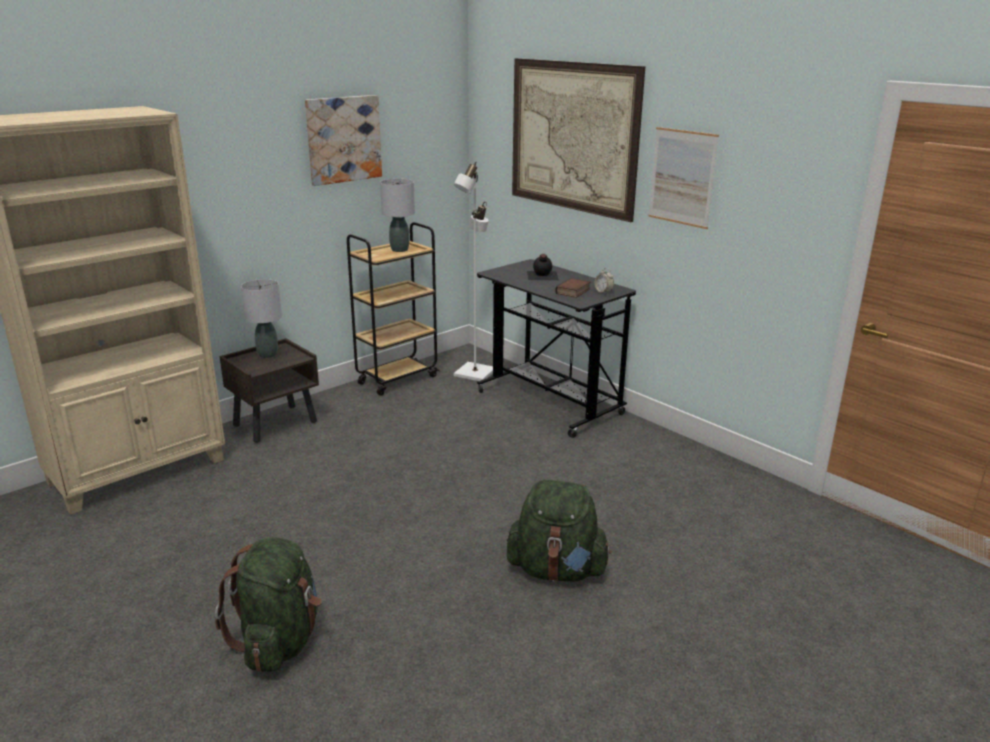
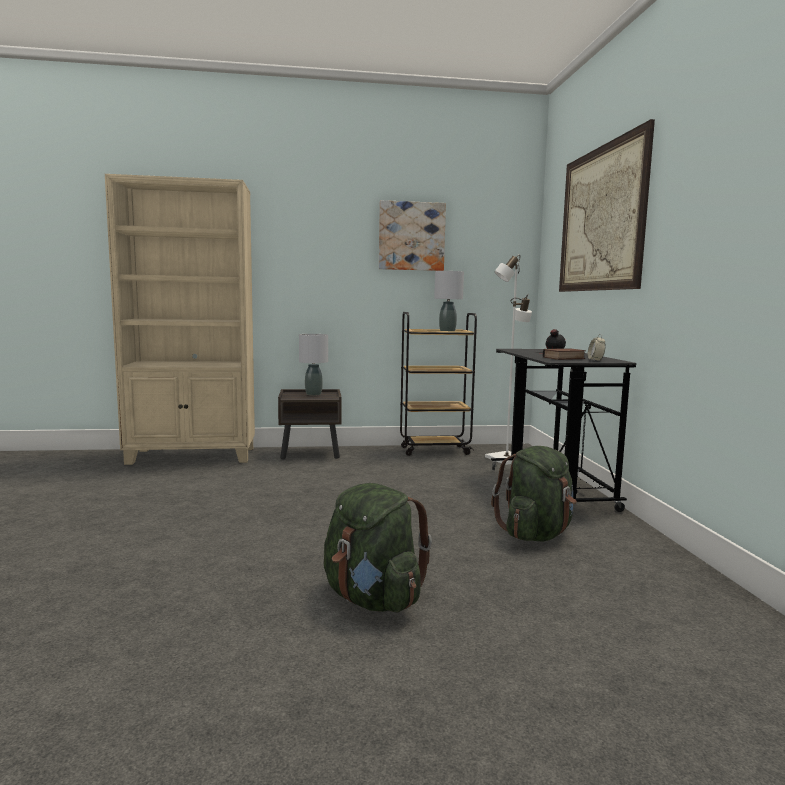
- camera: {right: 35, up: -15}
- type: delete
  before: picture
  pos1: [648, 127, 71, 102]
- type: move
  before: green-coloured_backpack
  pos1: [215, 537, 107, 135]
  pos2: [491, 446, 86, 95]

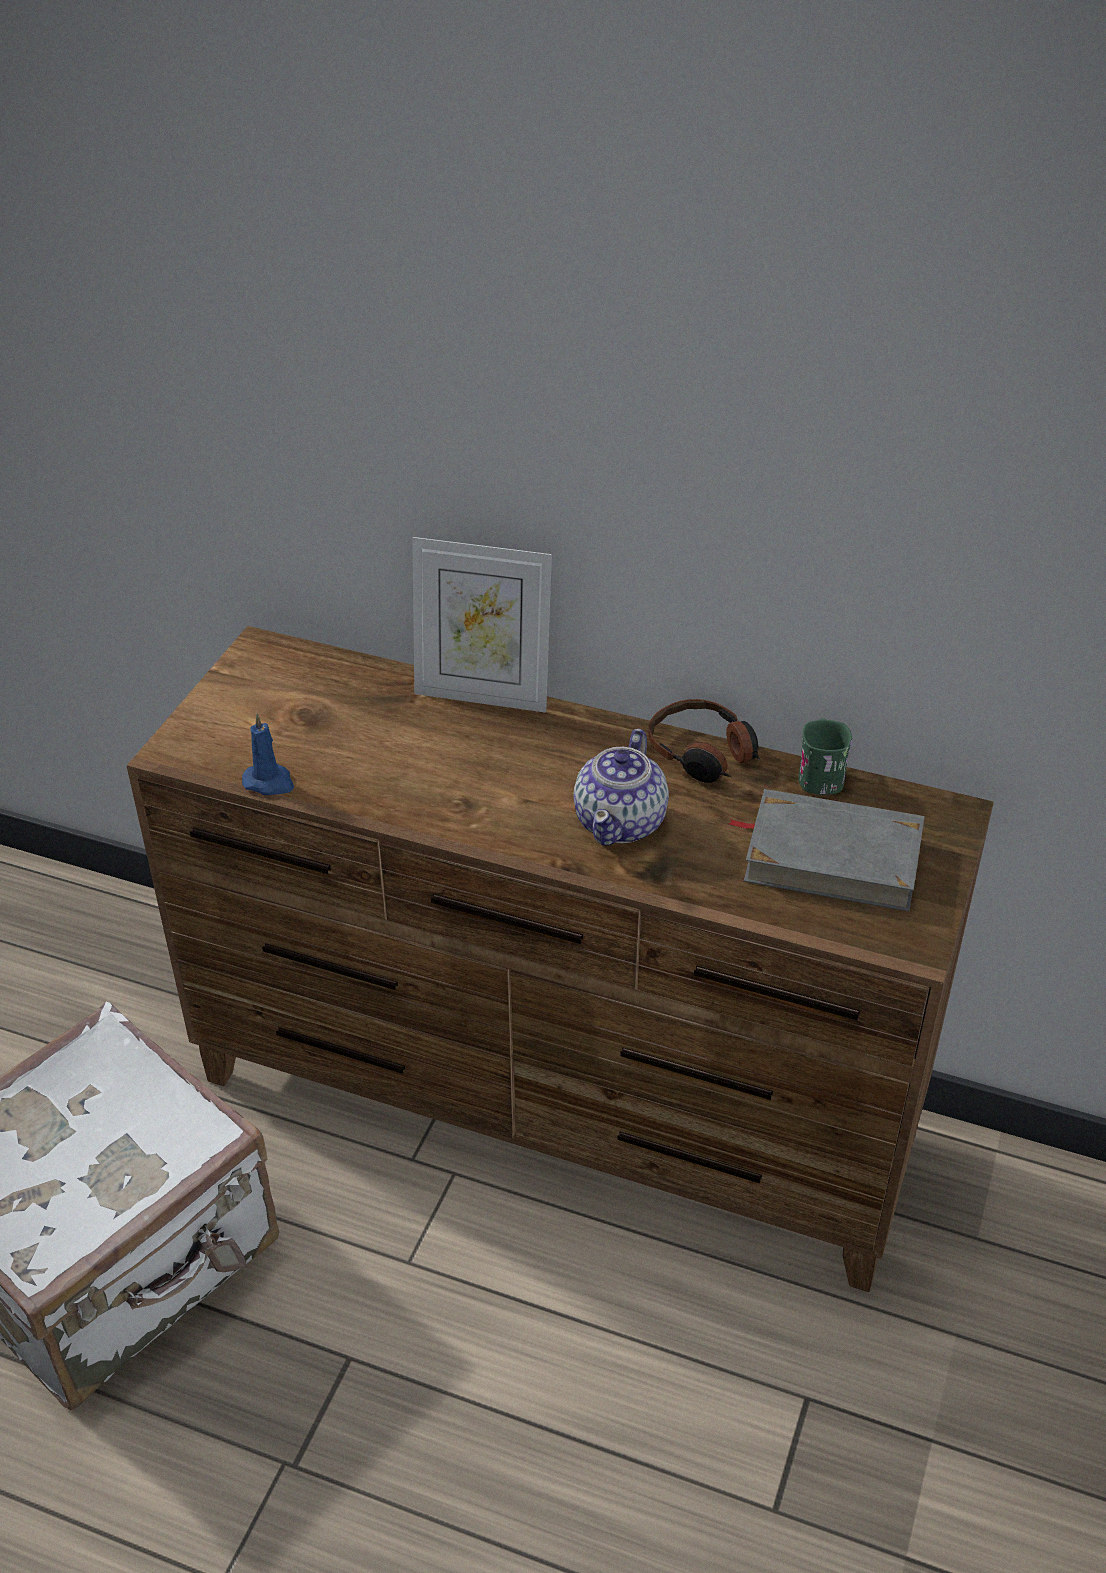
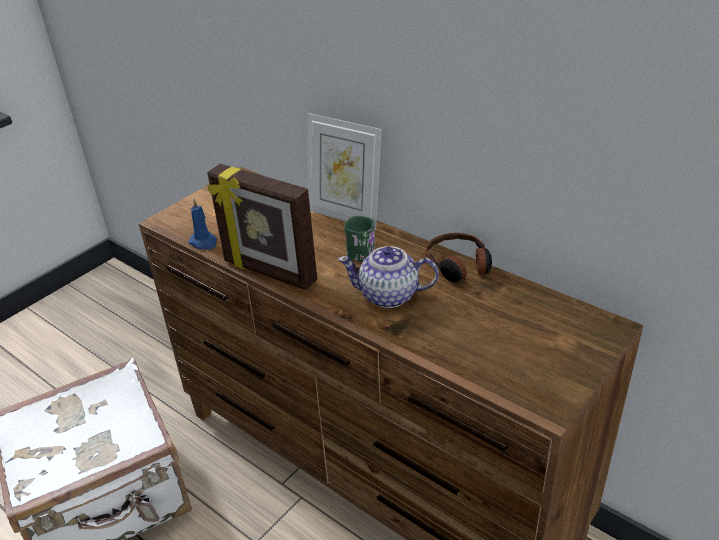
- camera: {right: 20, up: -5}
- type: move
  before: green-coloured_mug
  pos1: [798, 718, 54, 77]
  pos2: [344, 216, 31, 45]
- type: rotate
  before: pot_for_tea
  pos1: [574, 728, 95, 118]
  pos2: [338, 246, 101, 62]
  turn: 60
- type: delete
  before: grey_bound_book
  pos1: [728, 789, 197, 122]
- type: insert
  after: picture_frame
  pos2: [207, 164, 110, 126]

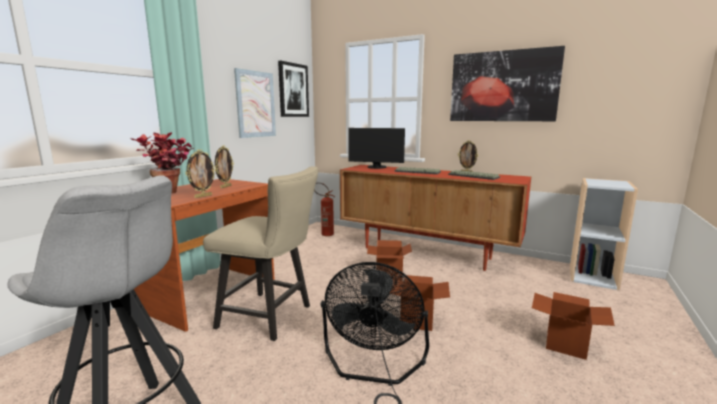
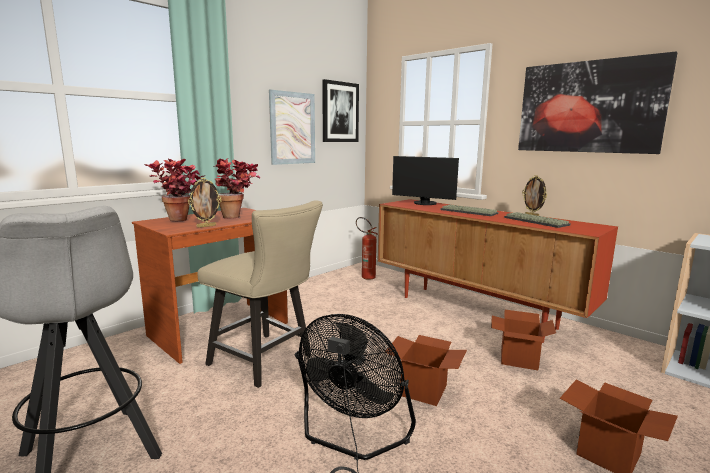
- camera: {right: 15, up: 0}
- type: replace
  before: picture_frame
  after: potted_plant
  pos1: [215, 146, 19, 42]
  pos2: [215, 158, 46, 61]
- type: move
  before: packing_box
  pos1: [367, 240, 45, 41]
  pos2: [491, 310, 65, 60]

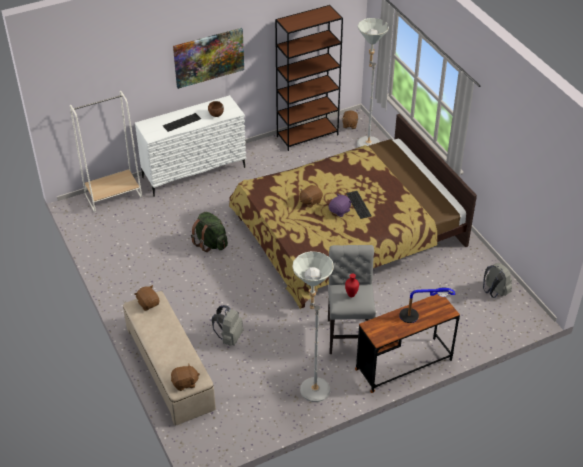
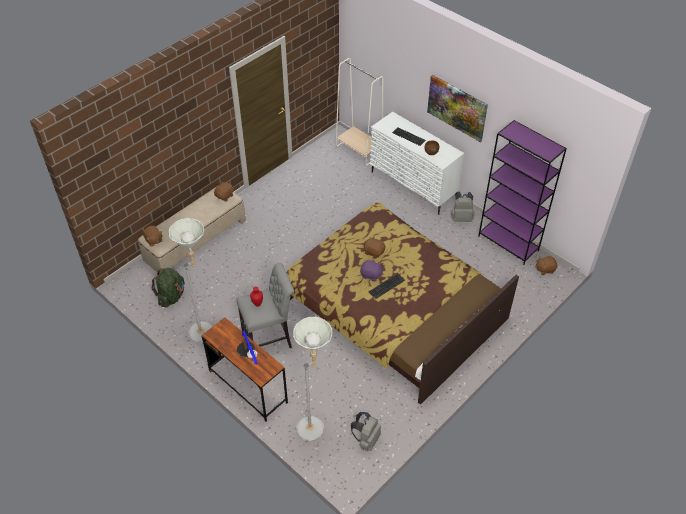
- camera: {right: 70, up: 5}
- type: recolor
  before: brown-coloured_shelving_unit
  after: purple-coloured_shelving_unit
  pos1: [275, 5, 68, 146]
  pos2: [478, 120, 89, 145]
- type: move
  before: grey_floor_lamp
  pos1: [357, 18, 32, 129]
  pos2: [293, 317, 40, 124]
- type: move
  before: green-coloured_backpack
  pos1: [191, 212, 37, 40]
  pos2: [151, 268, 34, 40]
- type: move
  before: grey_backpack
  pos1: [212, 305, 32, 41]
  pos2: [451, 191, 24, 31]

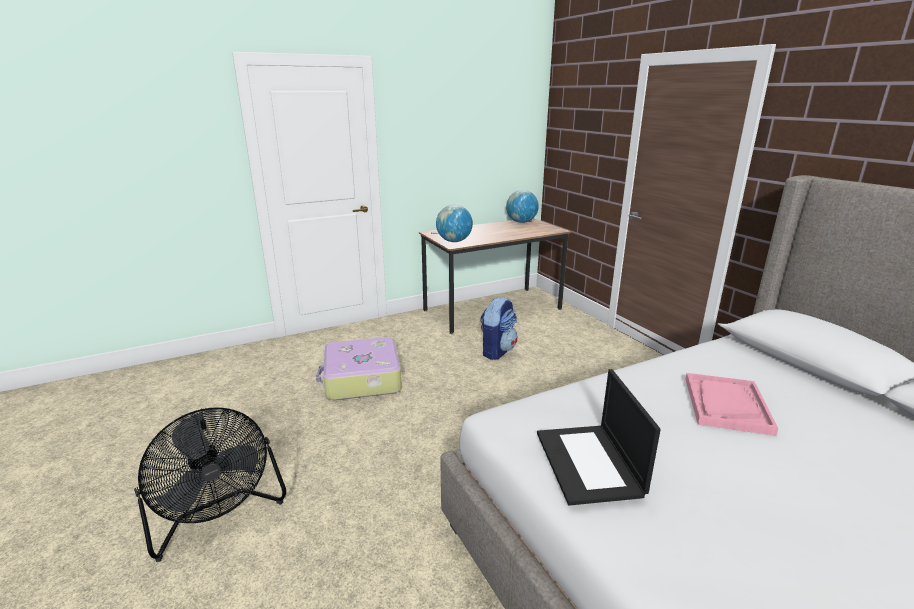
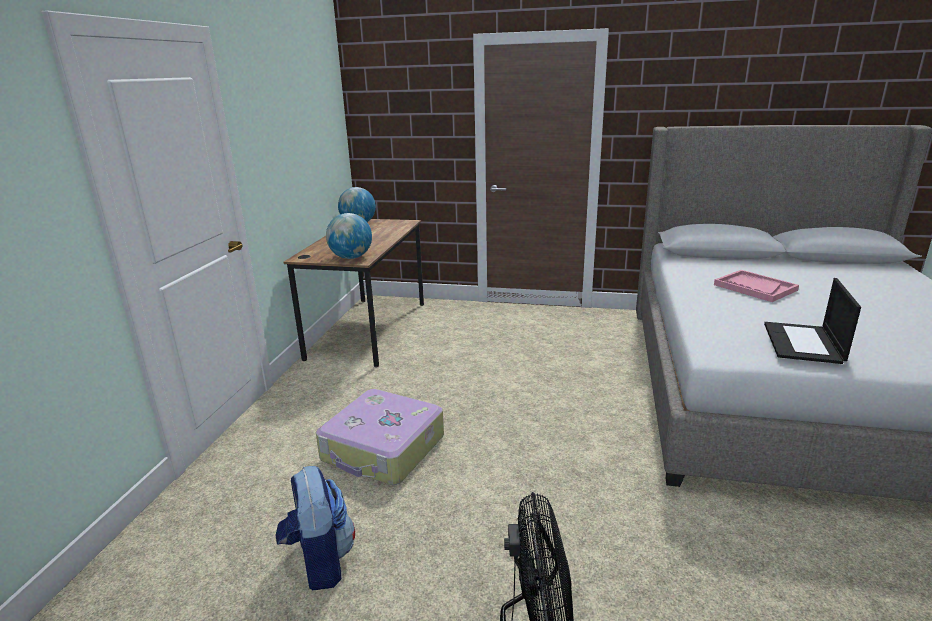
- camera: {right: -50, up: 0}
- type: move
  before: backpack
  pos1: [480, 297, 38, 63]
  pos2: [276, 466, 79, 124]
- type: rotate
  before: notebook_computer
  pos1: [537, 369, 124, 137]
  pos2: [764, 278, 97, 86]
  turn: 75

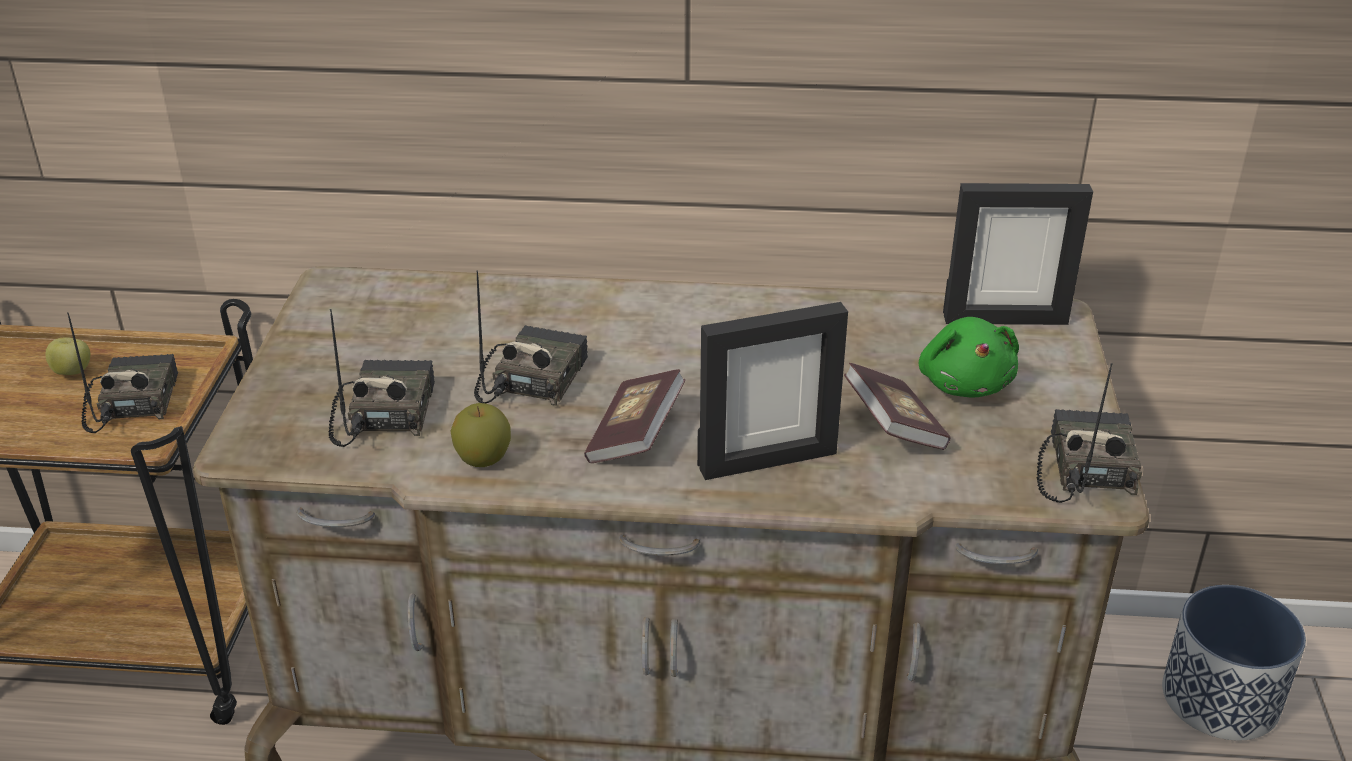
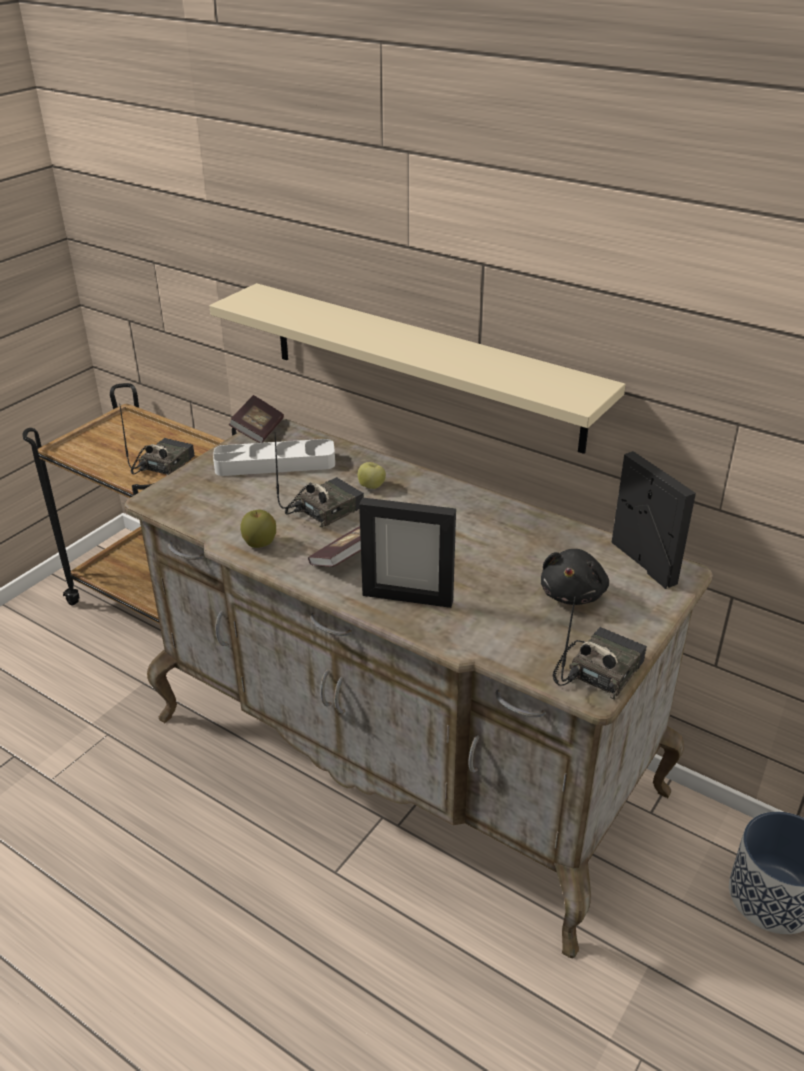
- camera: {right: 30, up: 0}
- type: rotate
  before: picture_frame
  pos1: [943, 183, 150, 142]
  pos2: [611, 451, 85, 138]
  turn: -150
- type: delete
  before: radio_receiver
  pos1: [328, 309, 107, 138]
- type: recolor
  before: green-coloured_cuddly_toy
  after: blackish_cuddly_toy
  pos1: [919, 317, 100, 81]
  pos2: [541, 549, 68, 56]
- type: move
  before: whole_apple
  pos1: [46, 337, 44, 38]
  pos2: [358, 462, 28, 27]
- type: move
  before: bound_book
  pos1: [844, 363, 106, 87]
  pos2: [229, 395, 55, 48]
- type: insert
  after: beige-coloured_wall_shelf
  pos2: [209, 283, 417, 171]
- type: insert
  after: white-coloured_tray
  pos2: [213, 439, 122, 37]

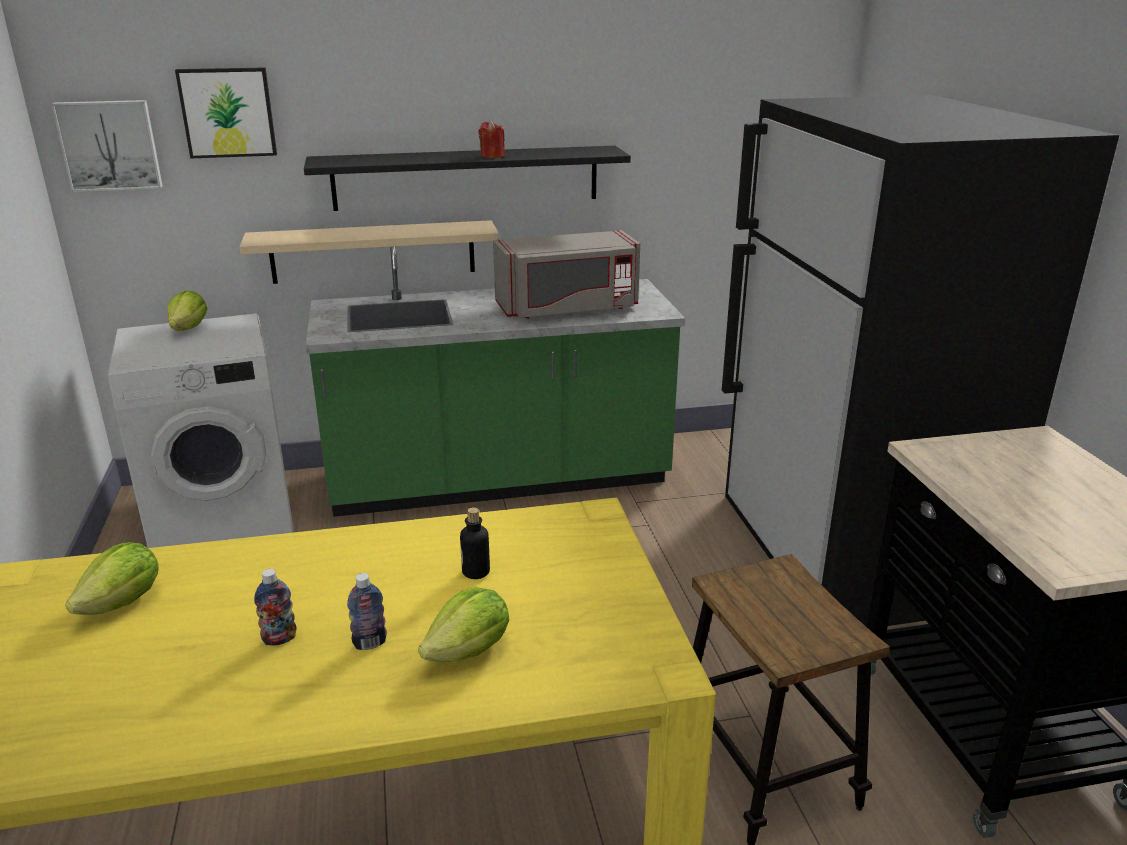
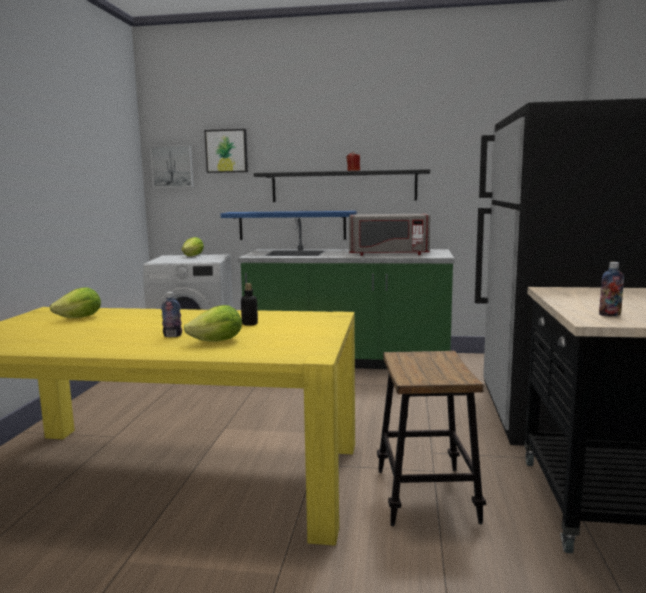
- camera: {right: 20, up: -15}
- type: recolor
  before: beige-coloured_wall_shelf
  after: blue-coloured_wall_shelf
  pos1: [239, 220, 260, 64]
  pos2: [221, 211, 136, 29]
- type: move
  before: beverage_bottle
  pos1: [254, 569, 43, 77]
  pos2: [599, 262, 25, 54]

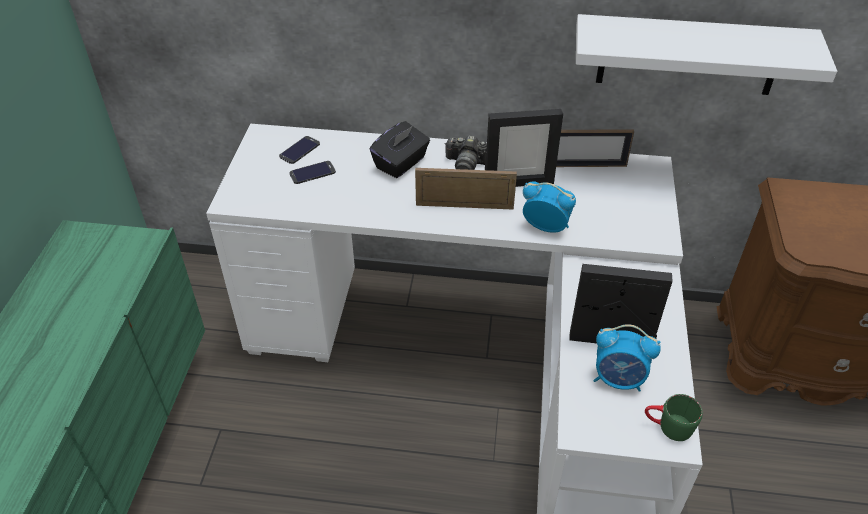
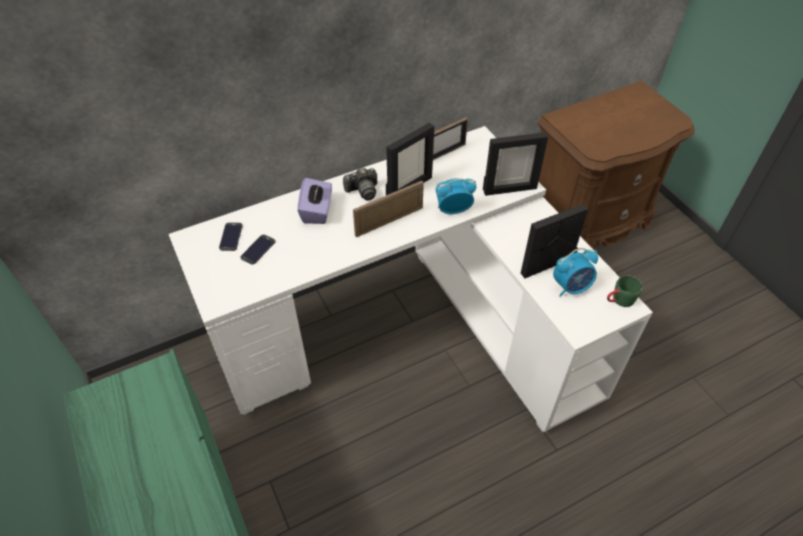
- camera: {right: -35, up: 5}
- type: delete
  before: white-coloured_wall_shelf
  pos1: [576, 14, 261, 81]
- type: recolor
  before: blackish_box_of_tissues
  after: purple-coloured_box_of_tissues
  pos1: [370, 121, 60, 57]
  pos2: [298, 178, 34, 46]
- type: insert
  after: picture_frame
  pos2: [483, 132, 65, 64]

